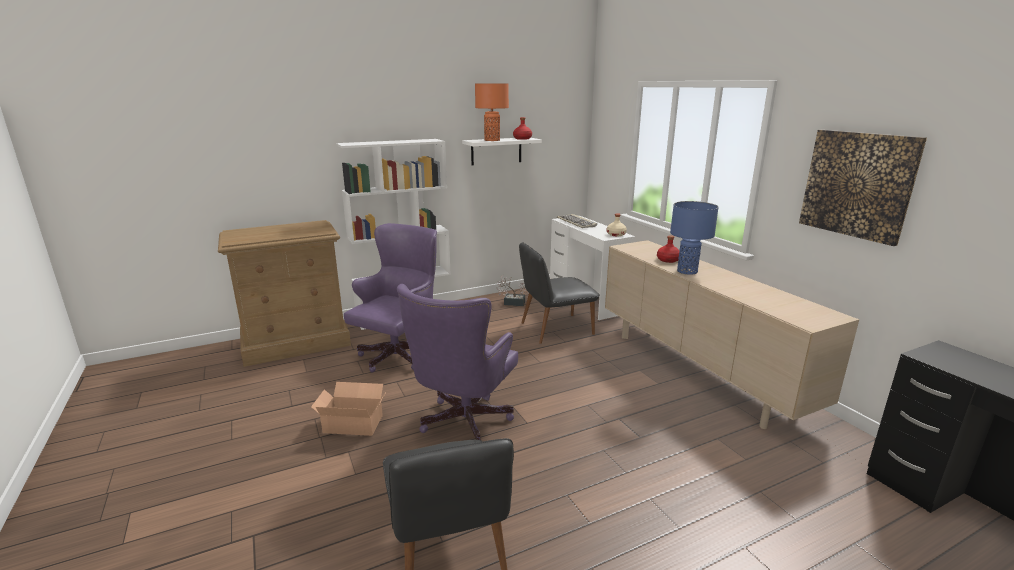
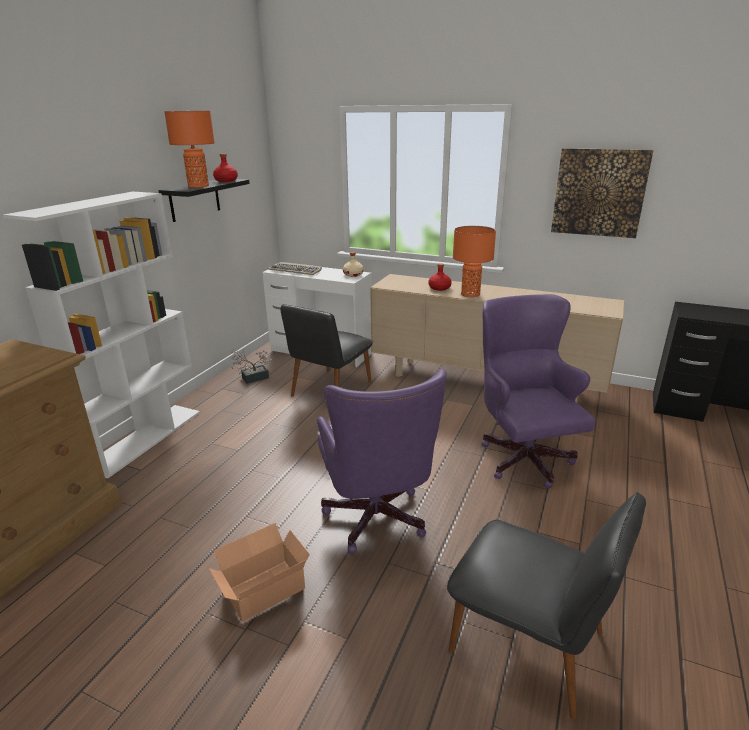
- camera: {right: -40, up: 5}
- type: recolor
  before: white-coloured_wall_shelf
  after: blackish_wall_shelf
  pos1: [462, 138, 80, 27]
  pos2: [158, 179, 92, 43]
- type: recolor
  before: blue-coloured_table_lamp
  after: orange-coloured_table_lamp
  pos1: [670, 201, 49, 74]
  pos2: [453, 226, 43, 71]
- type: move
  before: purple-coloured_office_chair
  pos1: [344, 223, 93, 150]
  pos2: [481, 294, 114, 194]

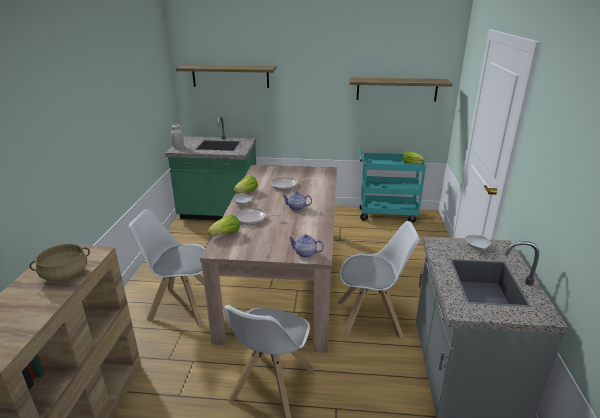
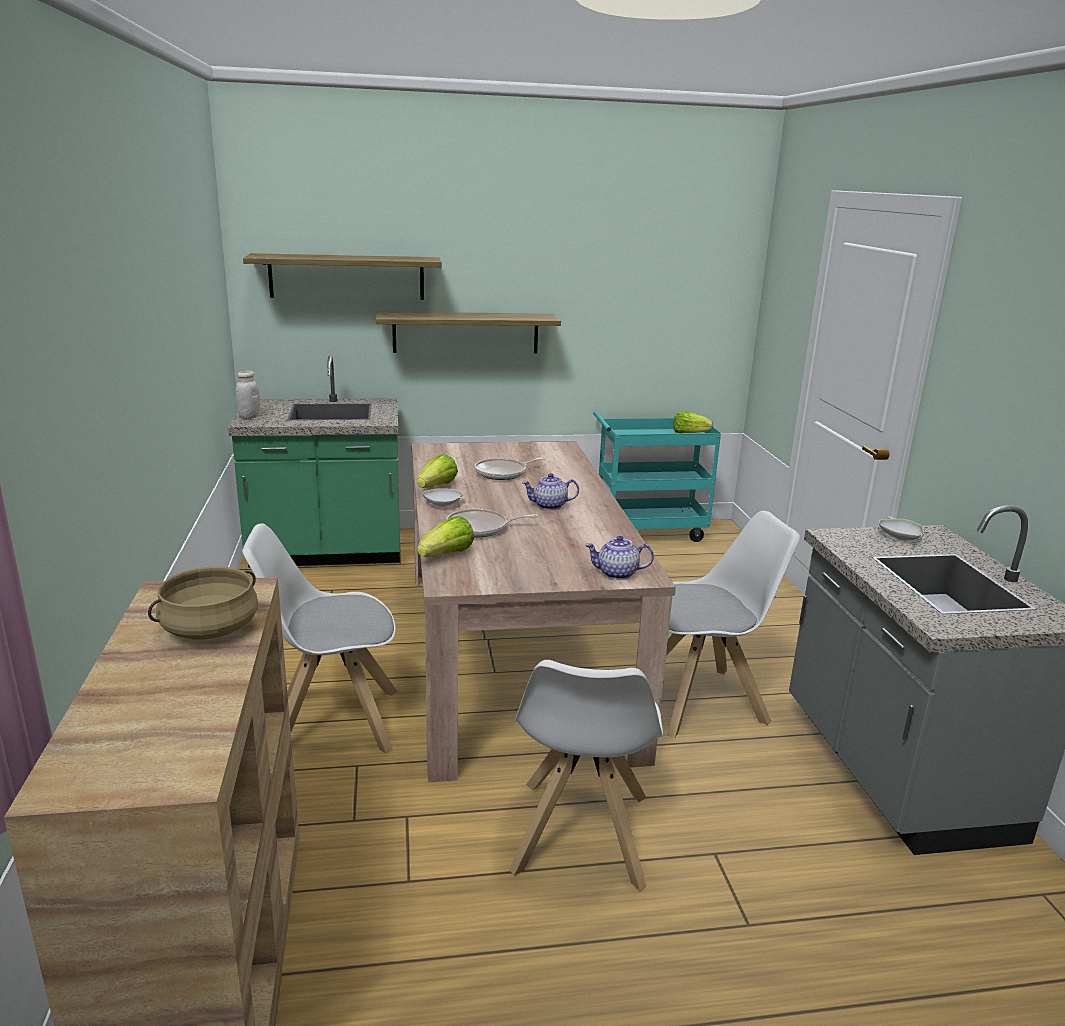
- camera: {right: -15, up: -5}
- type: move
  before: wall_shelf
  pos1: [349, 78, 104, 23]
  pos2: [376, 312, 185, 41]

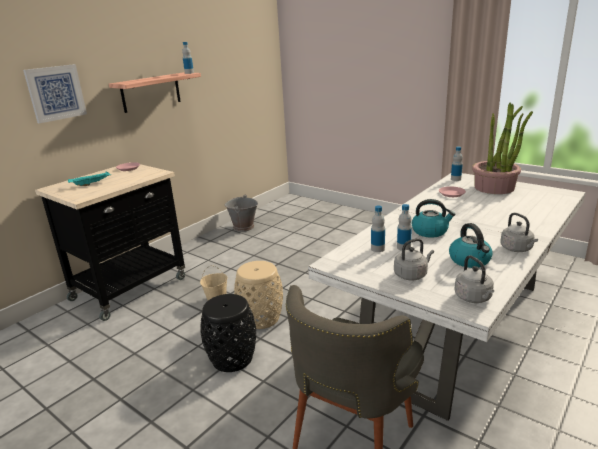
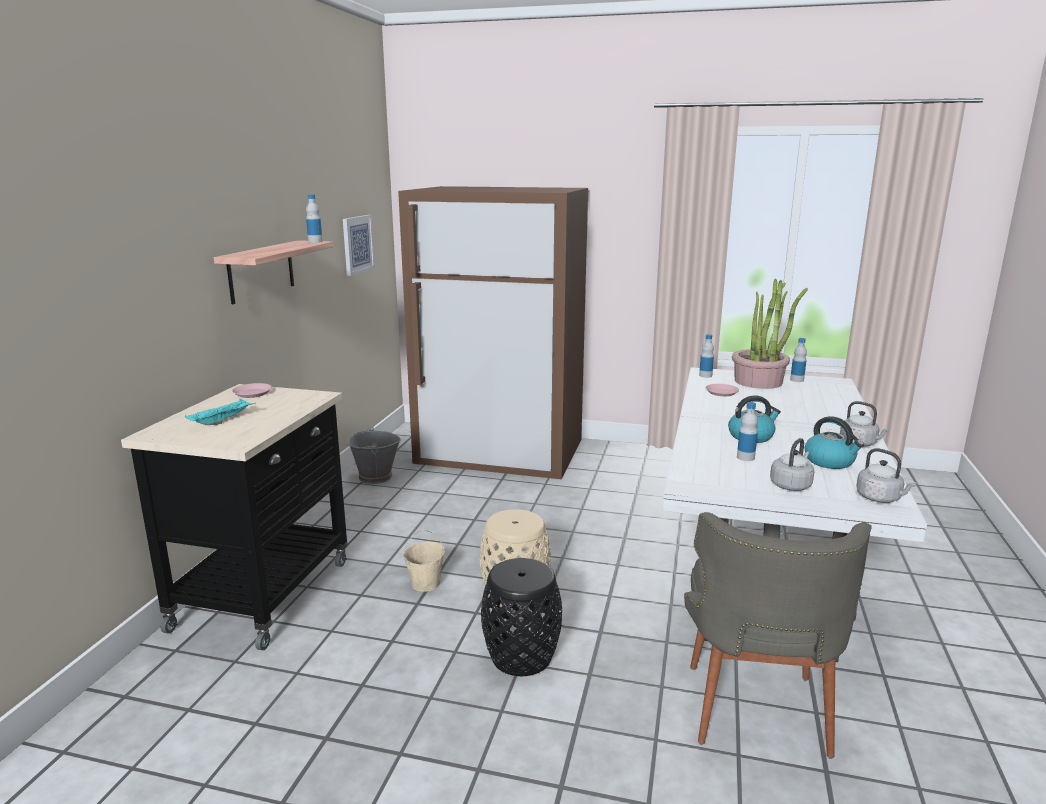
- camera: {right: -25, up: -5}
- type: move
  before: picture
  pos1: [23, 64, 64, 59]
  pos2: [343, 215, 32, 61]
- type: move
  before: beverage_bottle
  pos1: [371, 205, 14, 47]
  pos2: [790, 338, 17, 44]
- type: insert
  after: brown-coloured_refrigerator
  pos2: [398, 186, 190, 293]

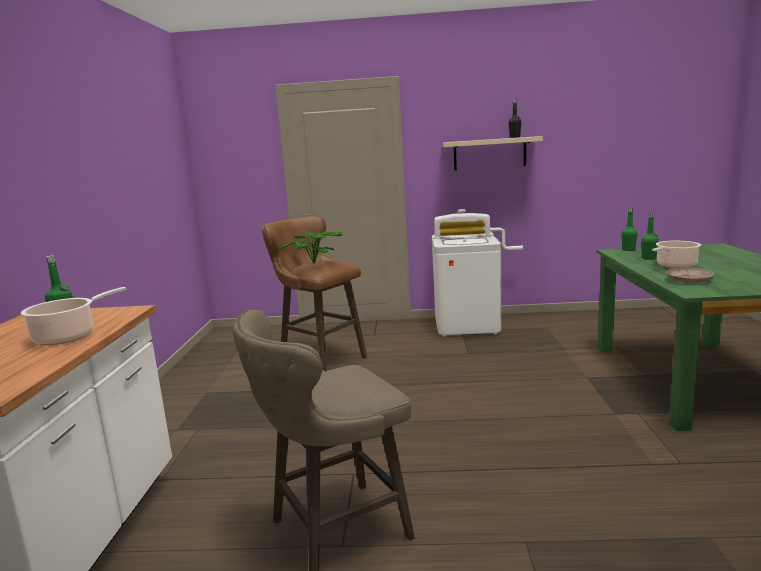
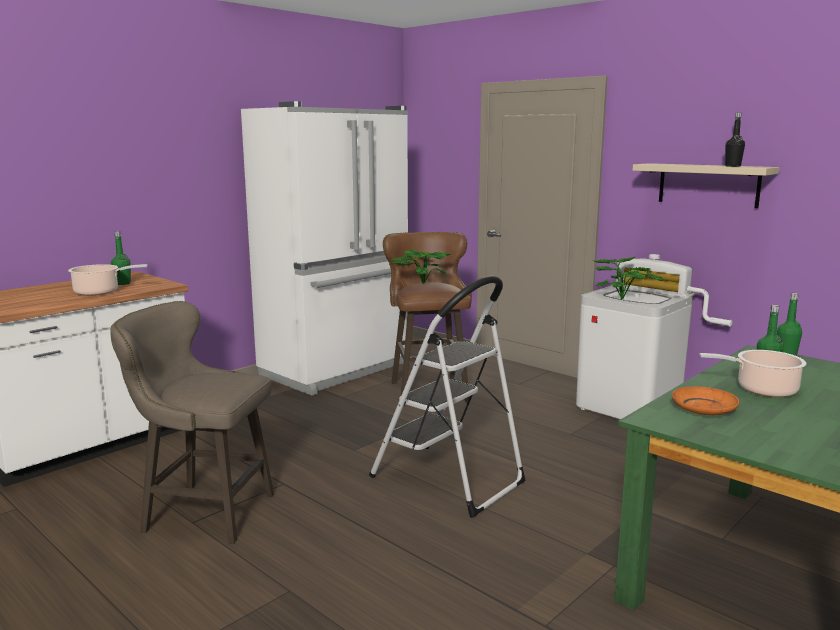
- camera: {right: 40, up: 0}
- type: recolor
  before: beige-coloured_flat_dish
  after: orange-coloured_flat_dish
  pos1: [666, 268, 49, 15]
  pos2: [672, 386, 67, 29]
- type: insert
  after: white-coloured_refrigerator
  pos2: [241, 101, 169, 295]
- type: insert
  after: potted_plant
  pos2: [593, 256, 72, 43]
- type: insert
  after: step_ladder
  pos2: [369, 276, 156, 242]

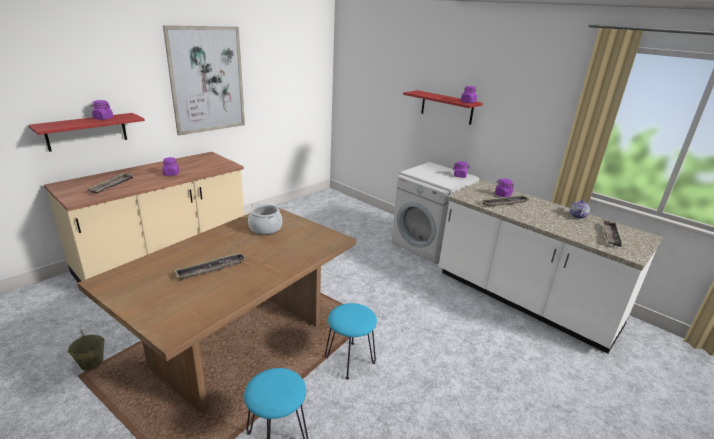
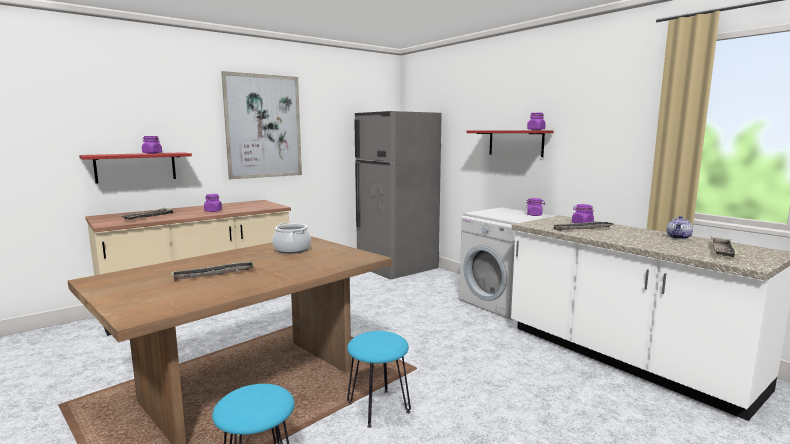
- camera: {right: 10, up: -15}
- type: delete
  before: beige-coloured_bucket
  pos1: [68, 330, 37, 41]
- type: insert
  after: grey_refrigerator
  pos2: [354, 111, 88, 169]

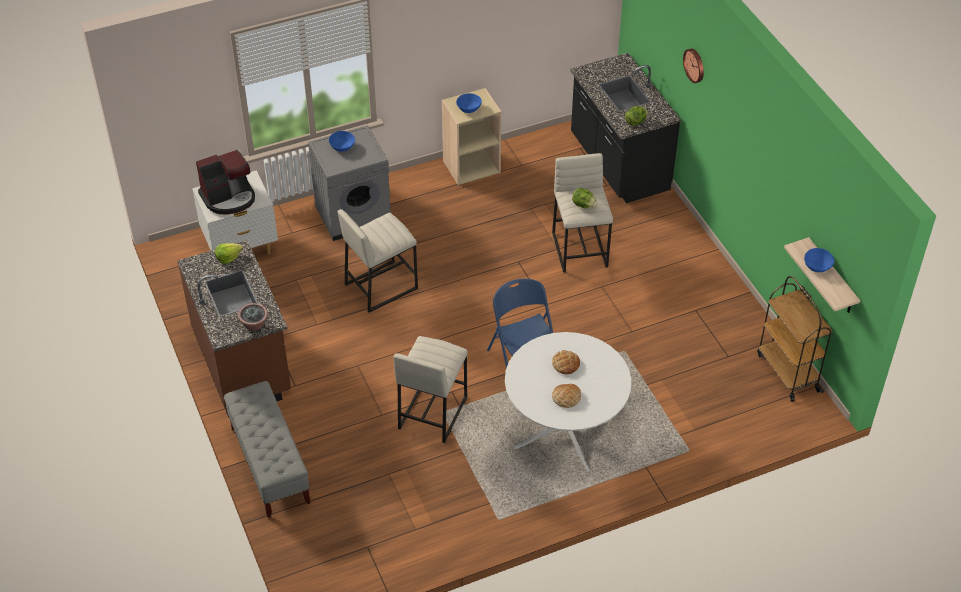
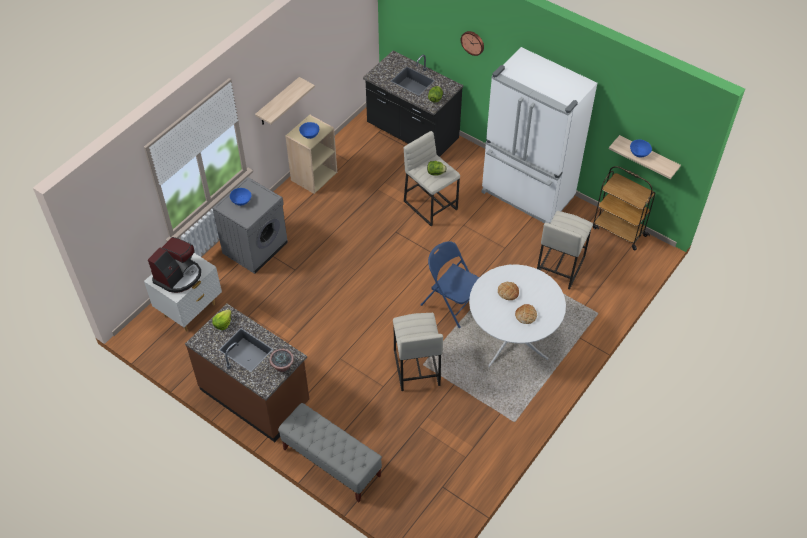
- camera: {right: -30, up: 5}
- type: move
  before: beige-coloured_stool_seat
  pos1: [338, 209, 80, 104]
  pos2: [537, 211, 56, 79]
- type: insert
  after: white-coloured_refrigerator
  pos2: [481, 47, 116, 176]
- type: insert
  after: wall_shelf
  pos2: [255, 77, 60, 48]

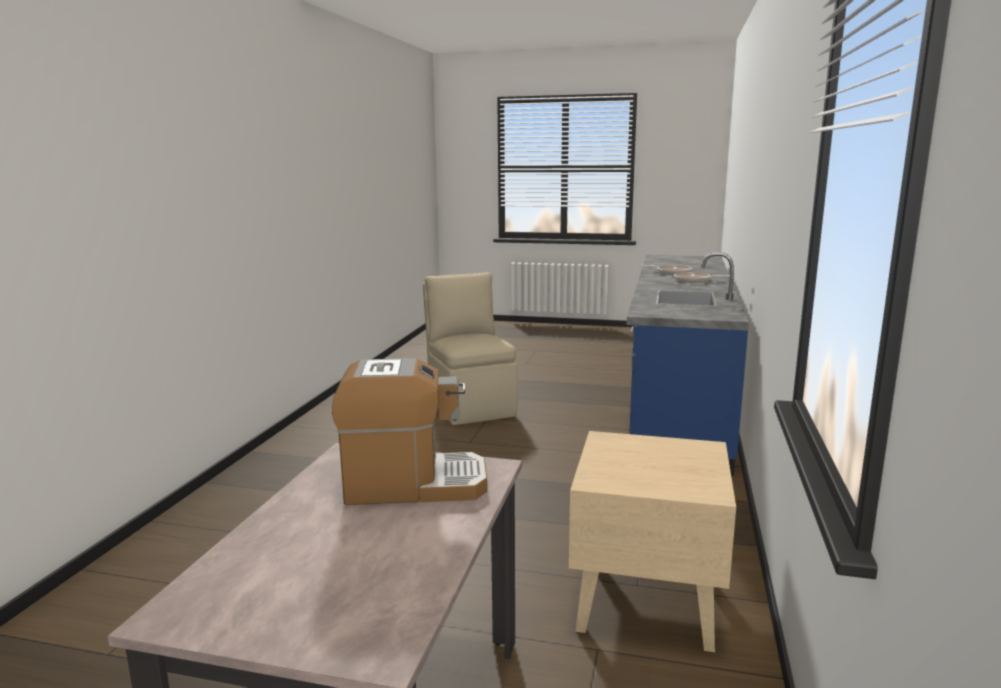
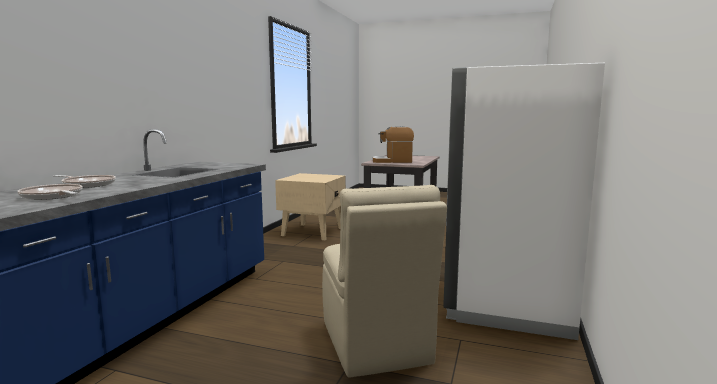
- camera: {right: -175, up: -5}
- type: insert
  after: white-coloured_refrigerator
  pos2: [443, 63, 162, 277]

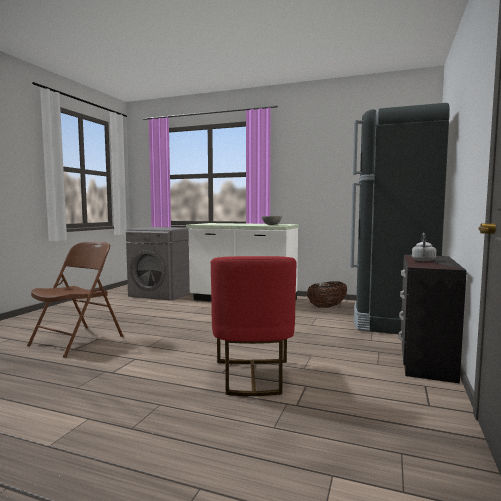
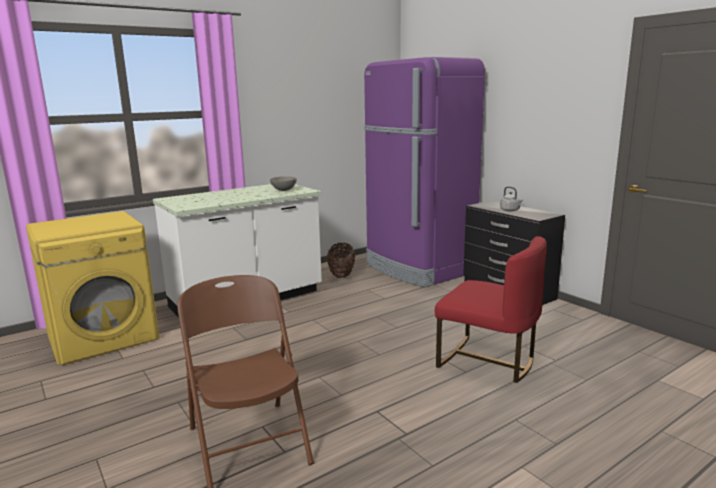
- camera: {right: -55, up: 10}
- type: recolor
  before: blackish_refrigerator
  after: purple-coloured_refrigerator
  pos1: [350, 103, 100, 231]
  pos2: [364, 57, 121, 231]
- type: recolor
  before: grey_laundry_appliance
  after: yellow-coloured_laundry_appliance
  pos1: [126, 227, 64, 74]
  pos2: [26, 211, 133, 154]

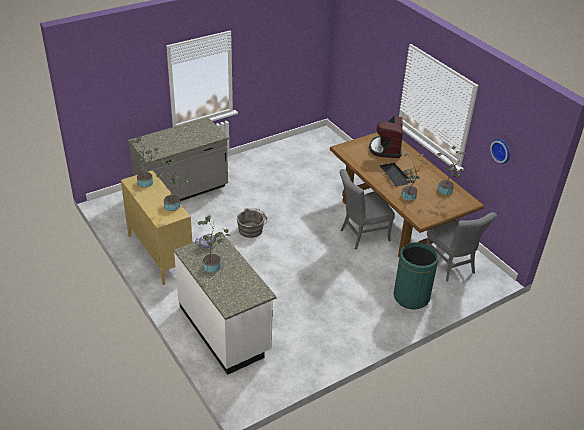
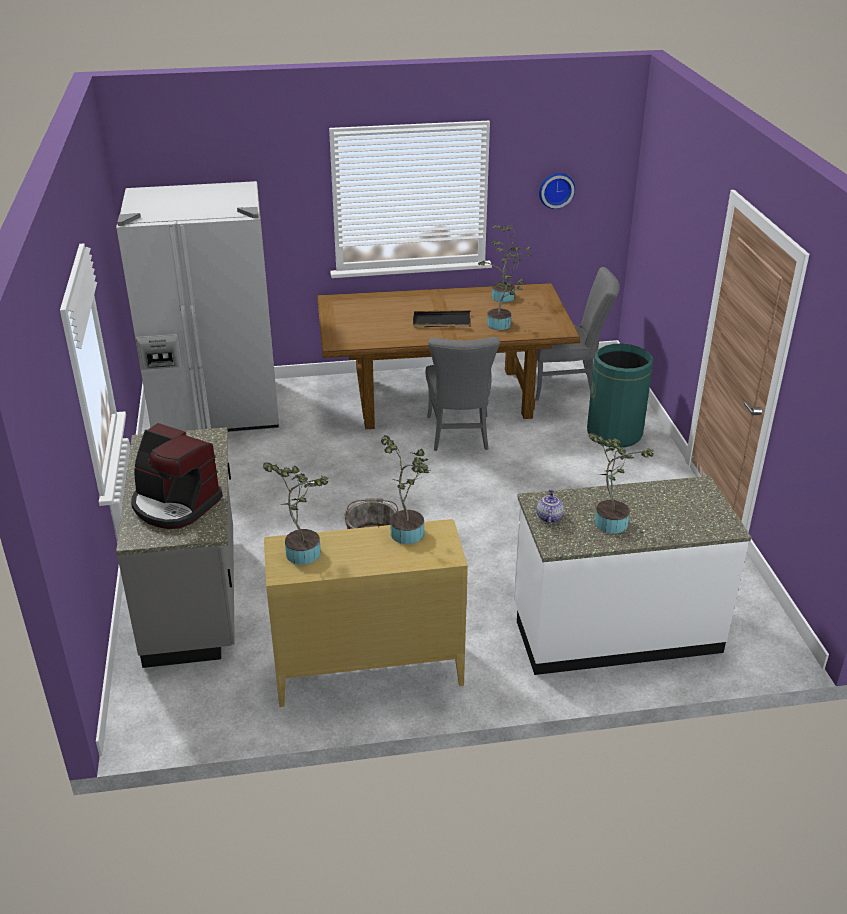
- camera: {right: -65, up: -5}
- type: move
  before: coffee_brewer
  pos1: [369, 116, 34, 42]
  pos2: [131, 423, 92, 106]
- type: insert
  after: white-coloured_refrigerator
  pos2: [116, 181, 163, 251]

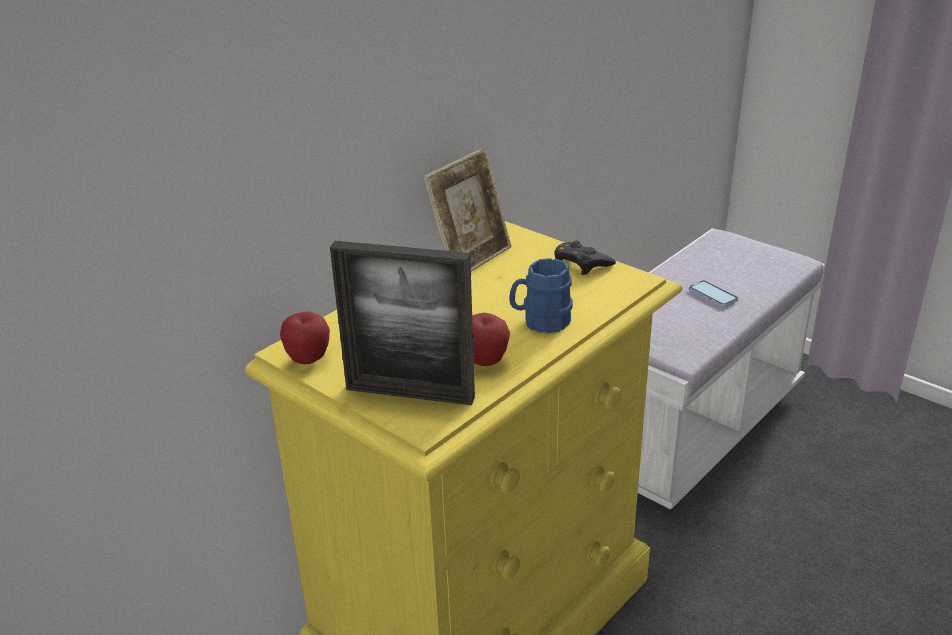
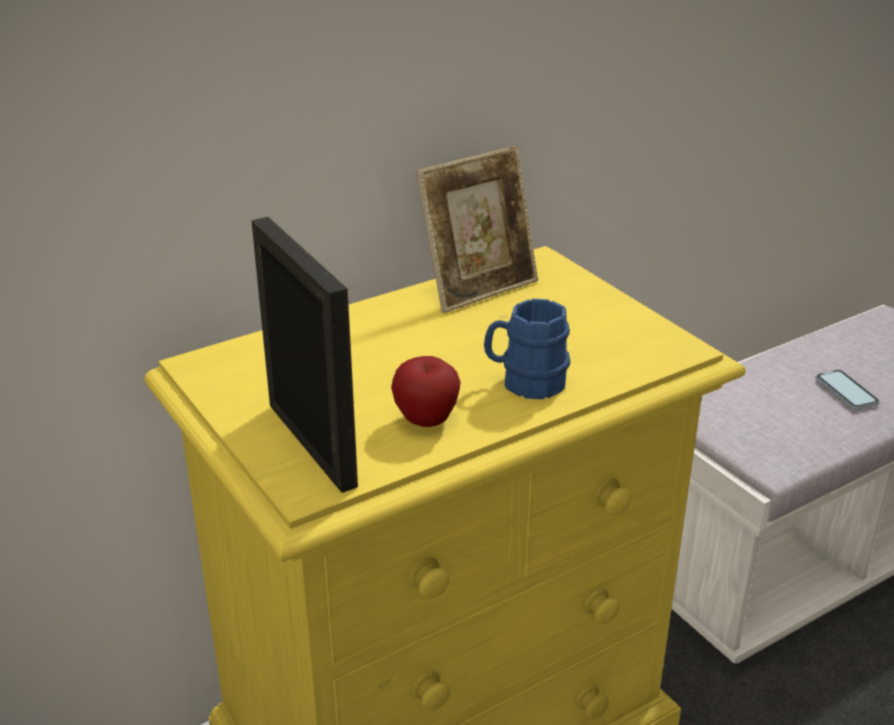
- camera: {right: 15, up: 0}
- type: rotate
  before: picture_frame
  pos1: [330, 241, 145, 165]
  pos2: [251, 217, 107, 276]
  turn: -150
- type: delete
  before: blackish_joypad
  pos1: [555, 241, 61, 34]
- type: delete
  before: whole_apple
  pos1: [280, 311, 50, 53]

